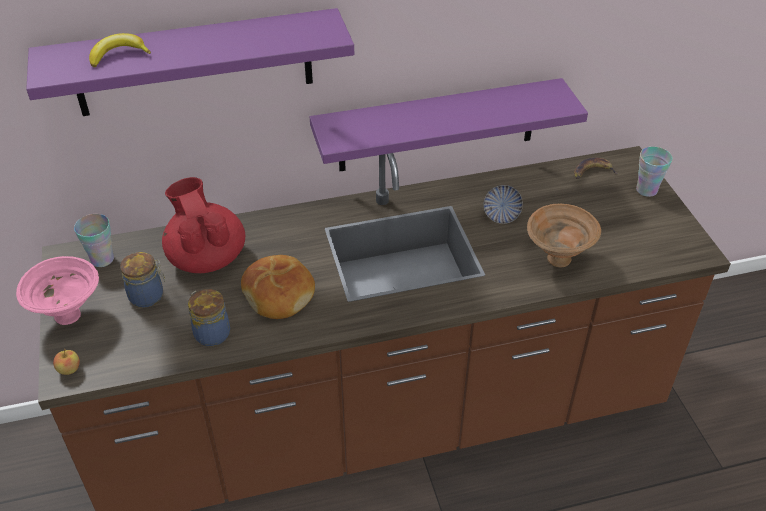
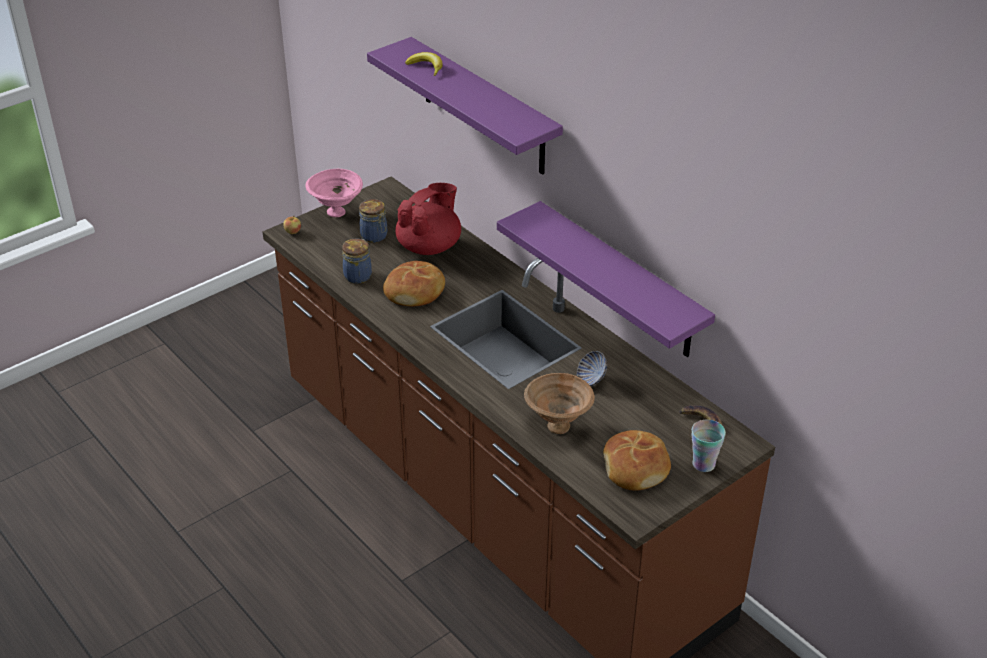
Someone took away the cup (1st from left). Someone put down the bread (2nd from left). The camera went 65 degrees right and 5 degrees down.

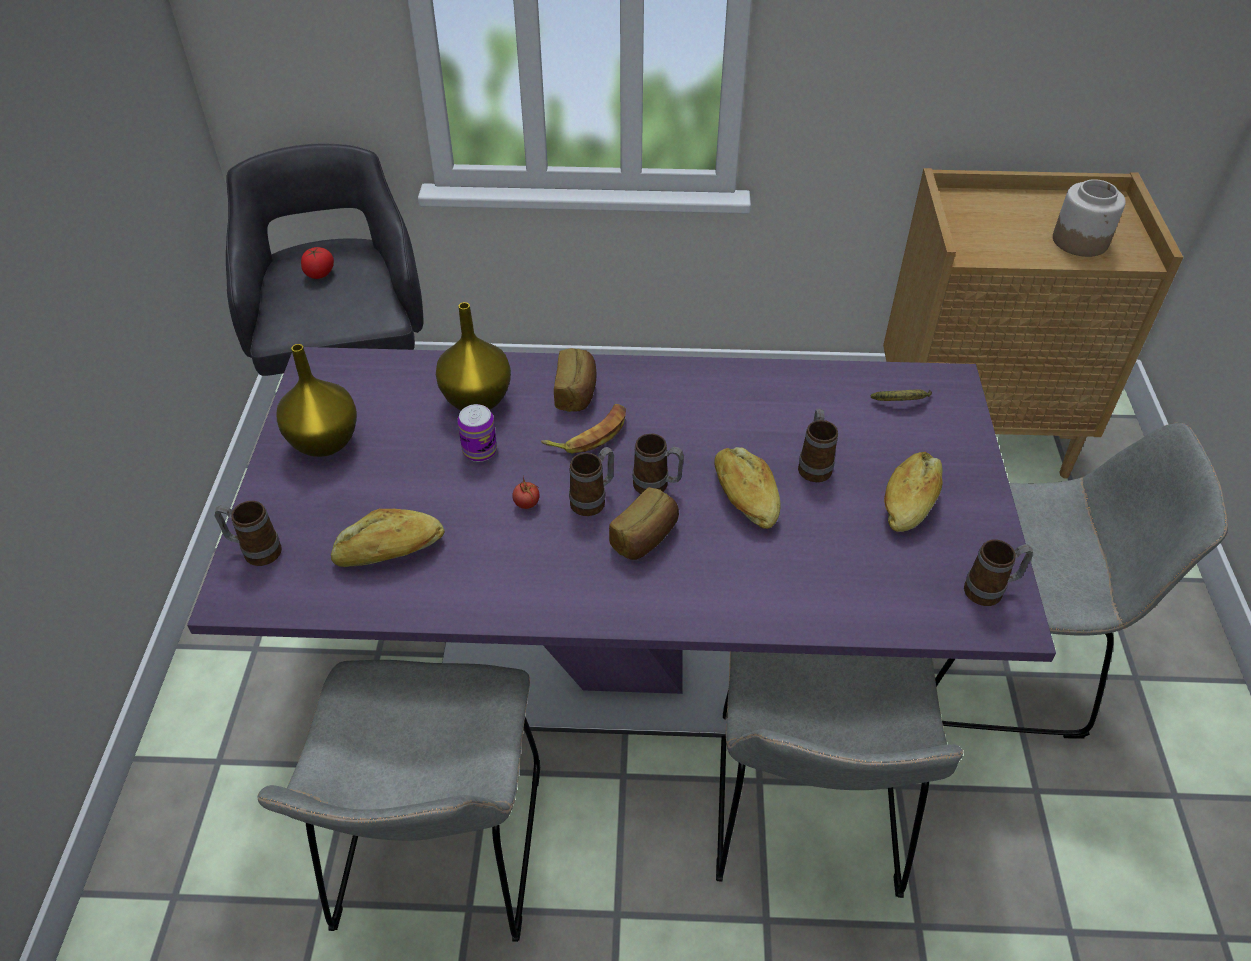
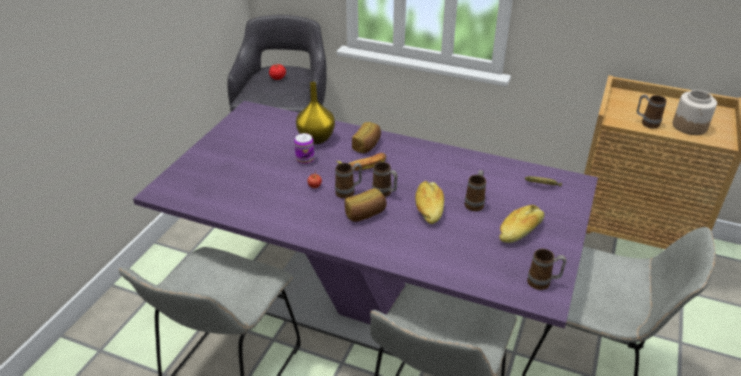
Someone took away the vase (yellow) (1st from left). Someone took away the bread (1st from left). Someone carried the mug (1st from left in the first image). The camera went 20 degrees right and 10 degrees down.

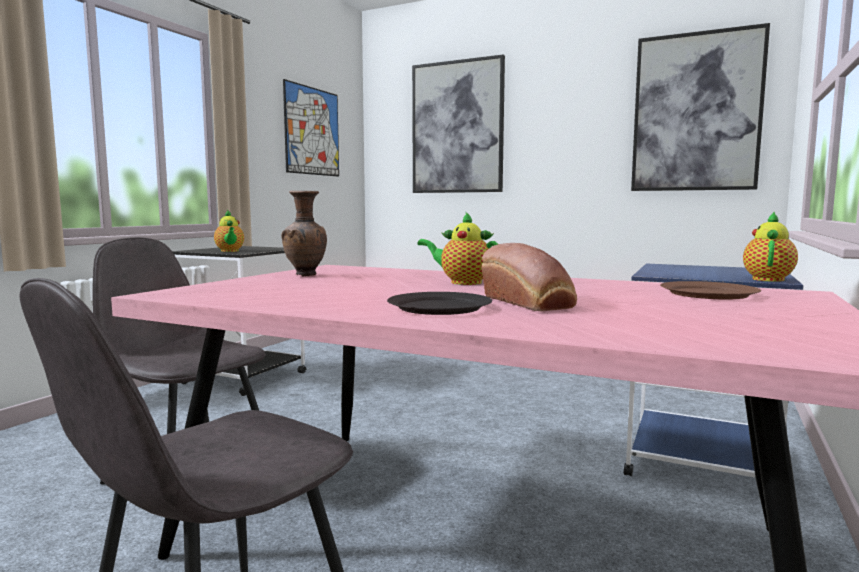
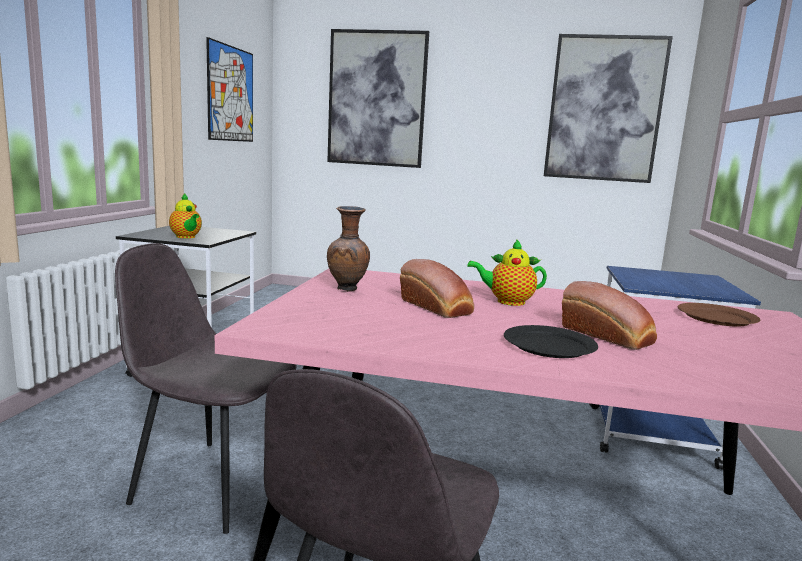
Someone took away the teapot (3rd from left). Someone put down the bread (1st from left). The camera went 15 degrees left and 5 degrees up.

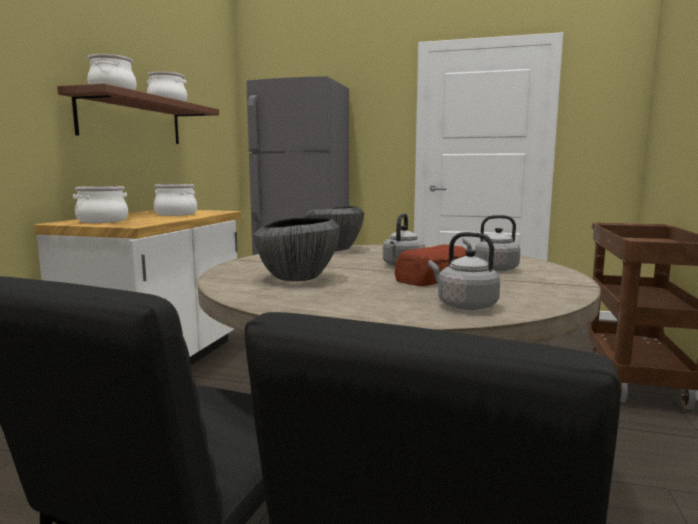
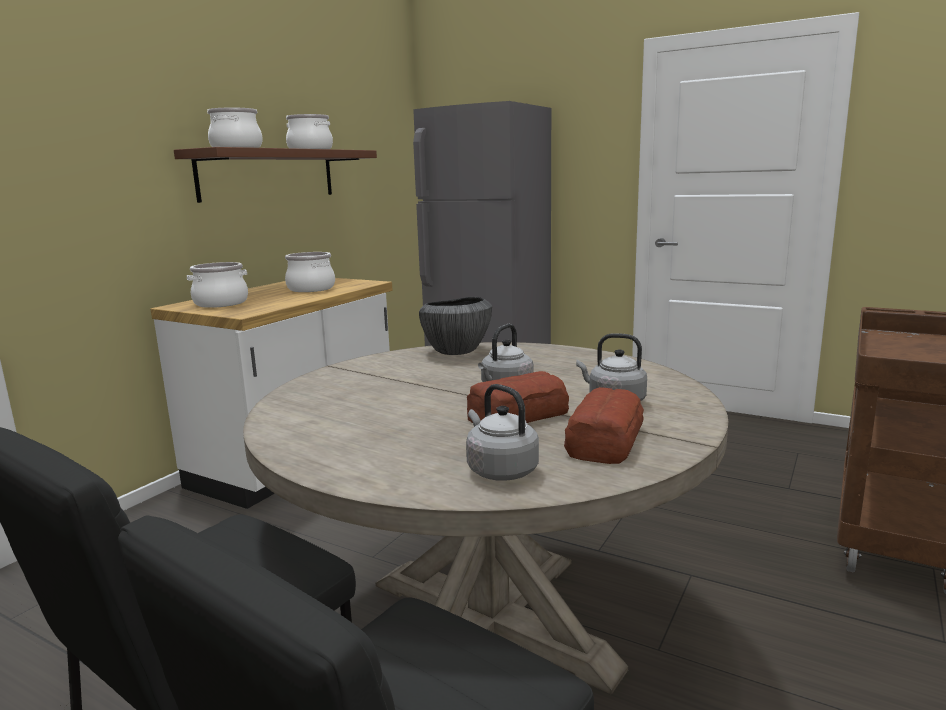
Someone took away the bowl (1st from left). Someone put down the bread (2nd from left). The camera went 15 degrees right and 5 degrees up.

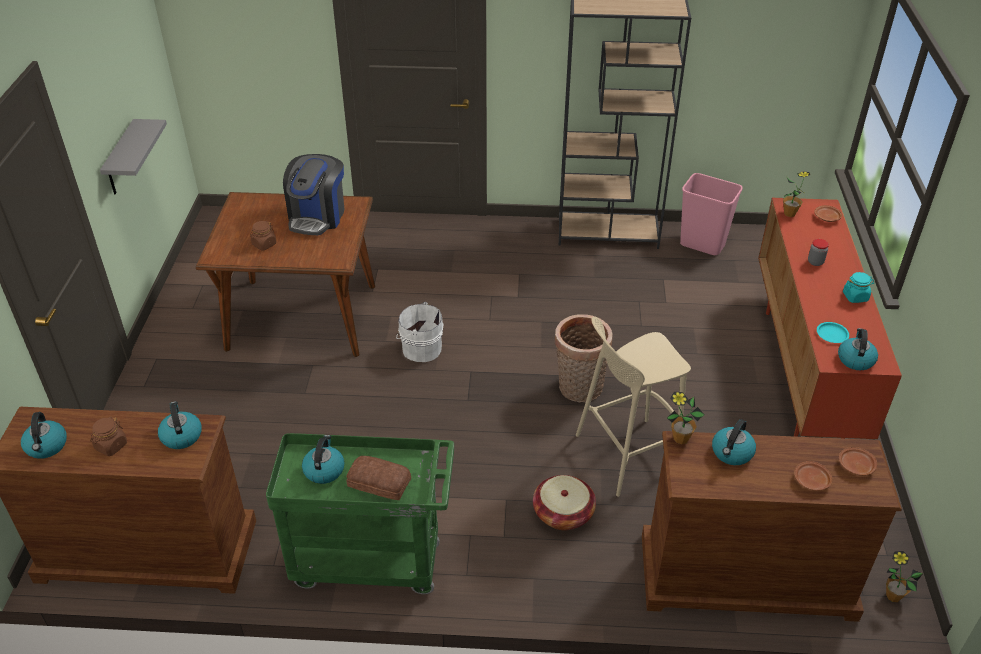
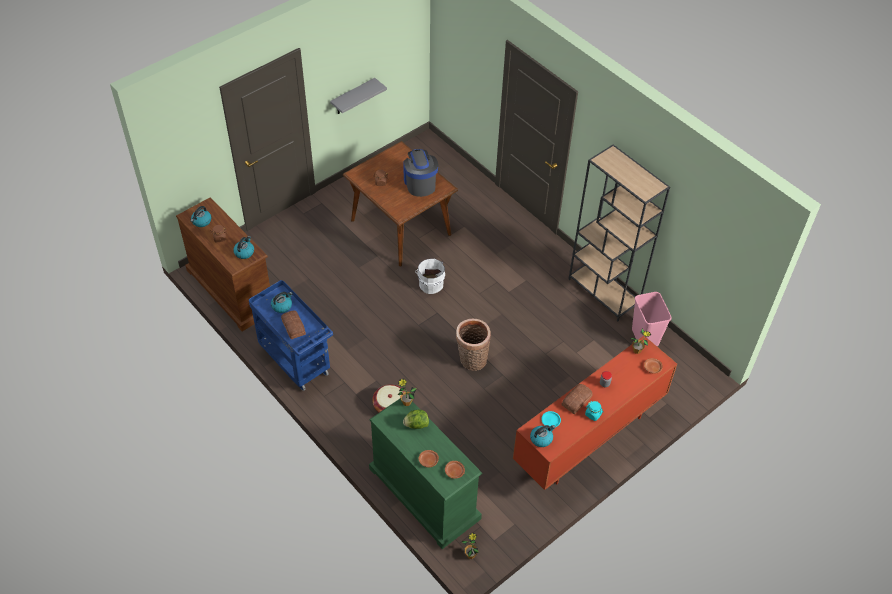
Someone took away the stool (beige). Someone put down the bread (2nd from left). Someone swapped the kettle (4th from left) for the lettuce. Someone repainted the cart (green), which became the cart (blue). Someone repainted the dresser (brown) (2nd from left), which became the dresser (green). Someone rotated the coffee machine by 105 degrees clockwise. The camera went 45 degrees right and 10 degrees up.

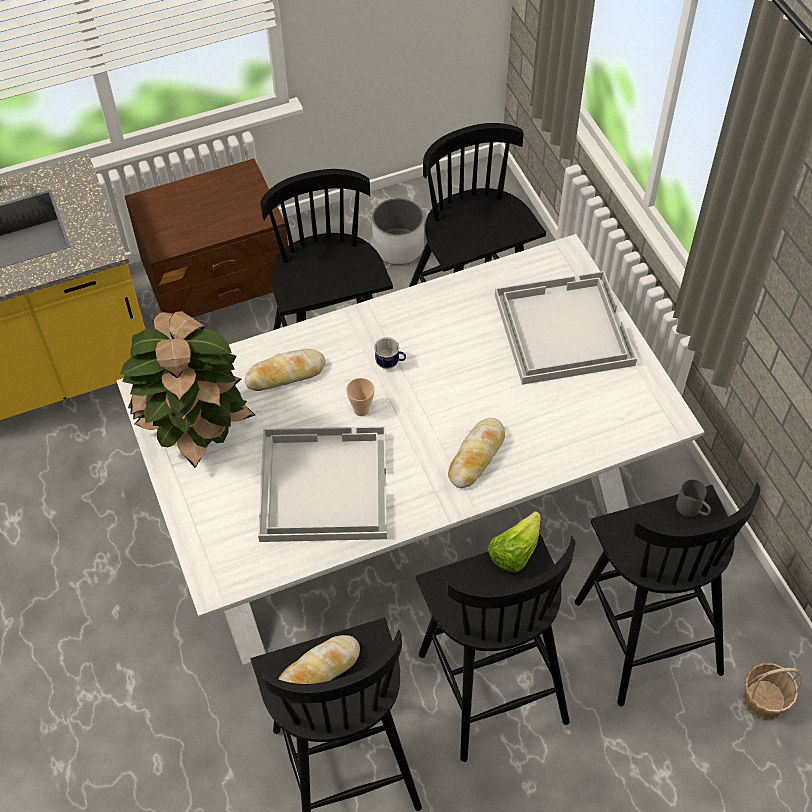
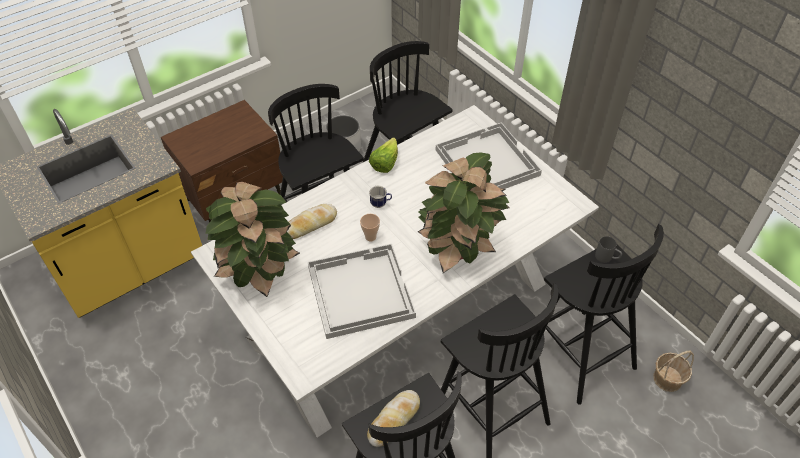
Someone carried the lettuce. Someone swapped the bread (3rd from left) for the potted plant (2nd from left). The camera went 15 degrees left and 5 degrees down.

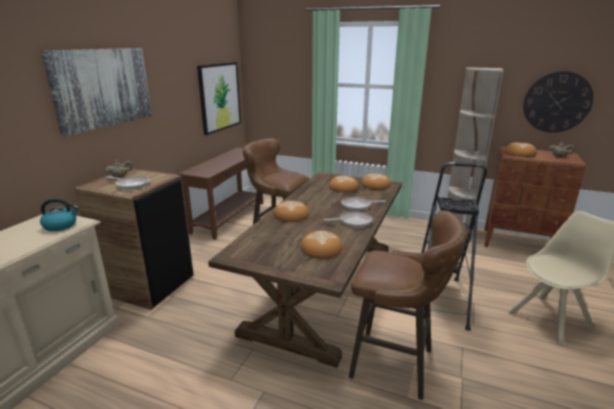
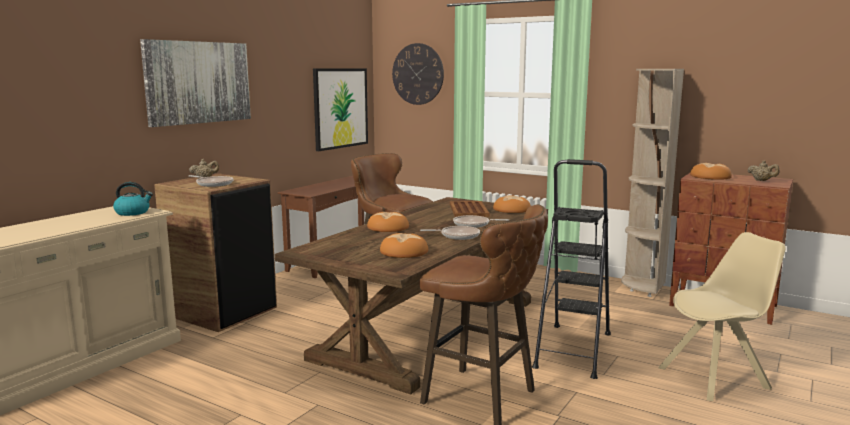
Someone carried the wall clock. Someone swapped the bread (3rd from left) for the tray (brown). The camera went 10 degrees right and 10 degrees down.

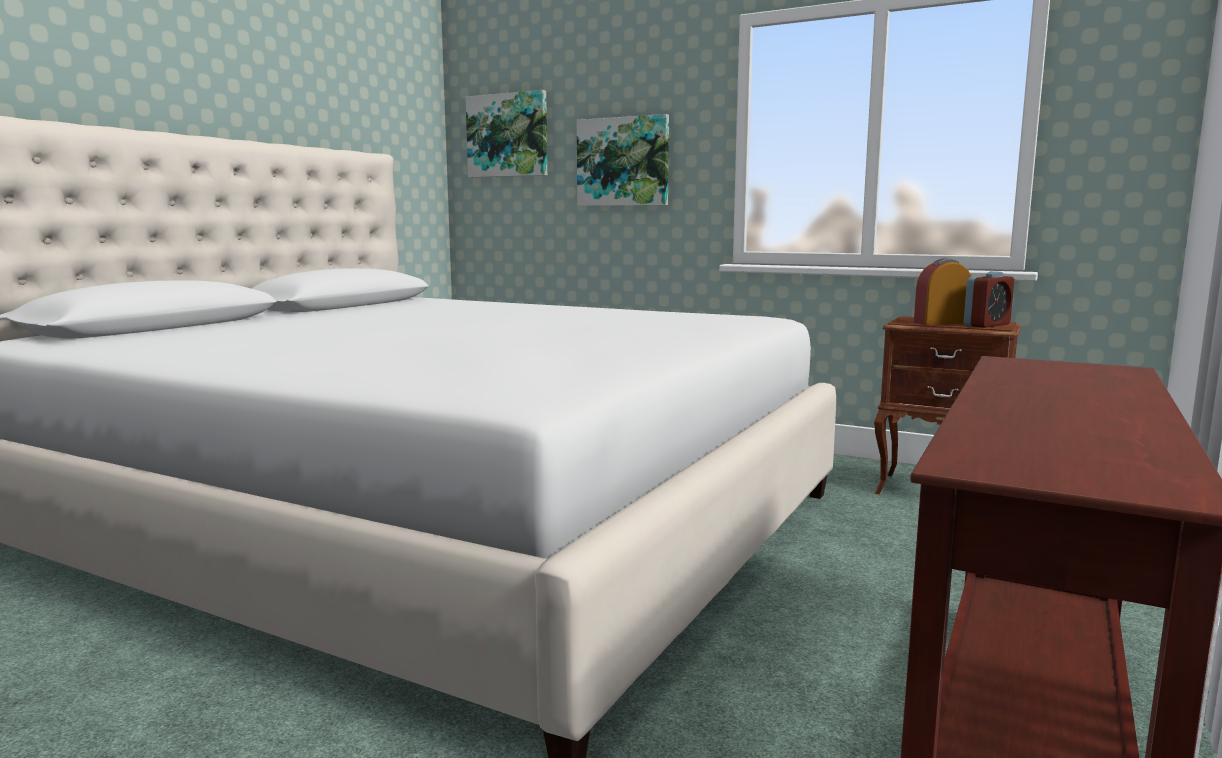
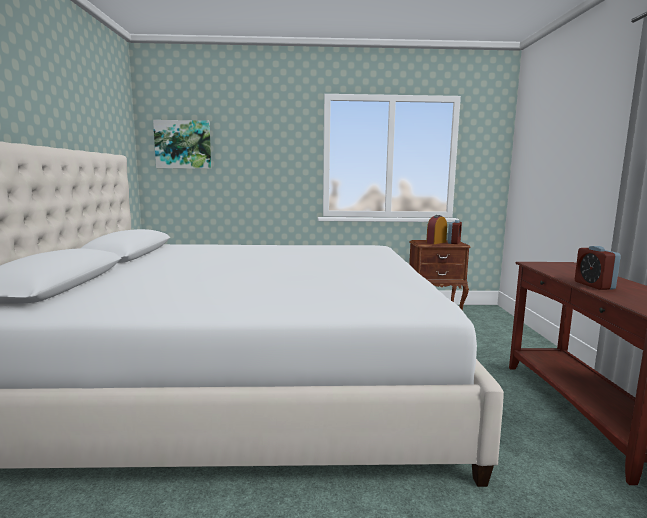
Someone took away the picture (2nd from left). Someone put down the alarm clock (3rd from left). The camera went 30 degrees left and 0 degrees up.

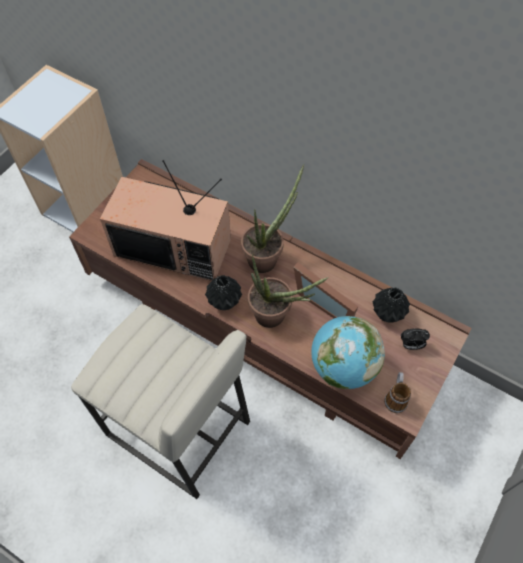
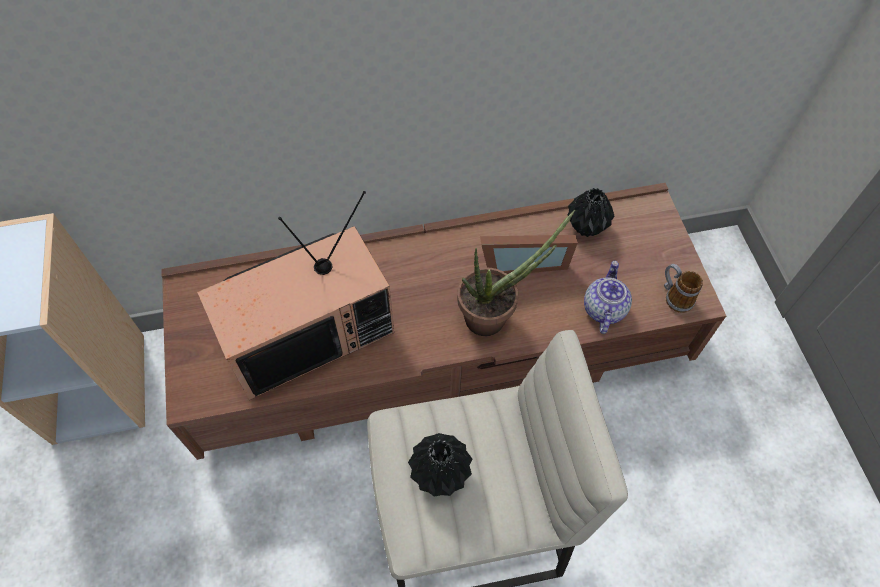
Someone took away the potted plant (1st from left). Someone took away the alarm clock. Someone carried the vase (black) (1st from left). Someone swapped the globe for the teapot. The camera went 45 degrees left and 0 degrees up.

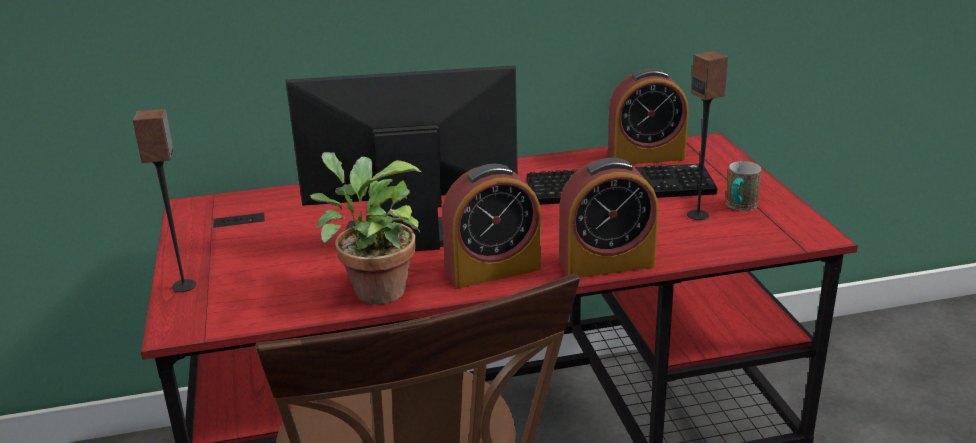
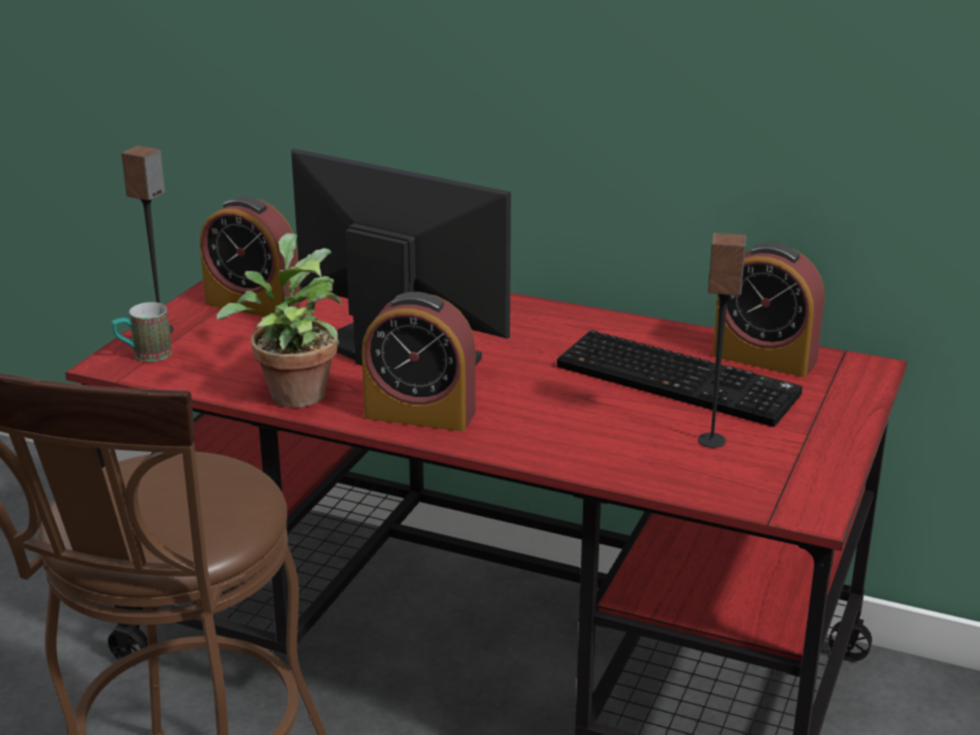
Someone carried the alarm clock (2nd from left in the first image). Someone carried the mug. The camera went 35 degrees right and 0 degrees up.

